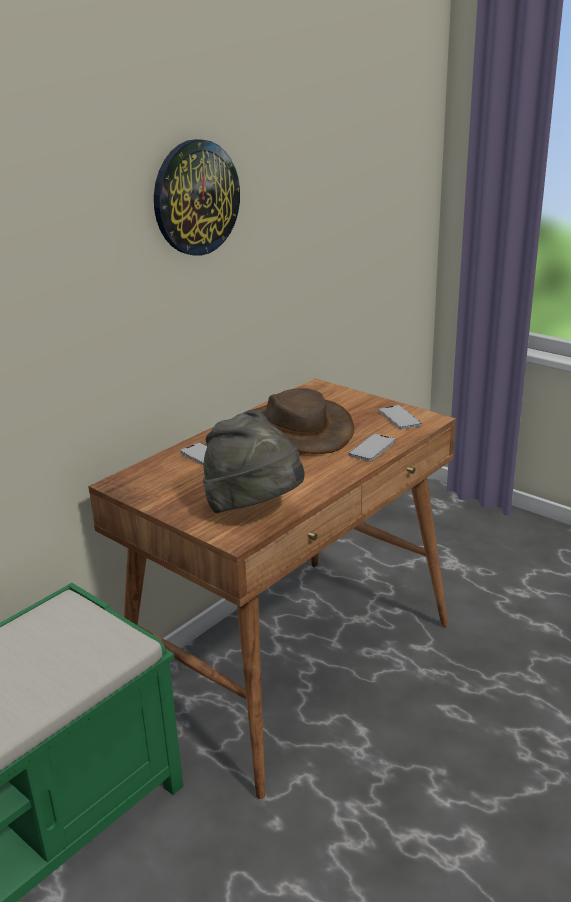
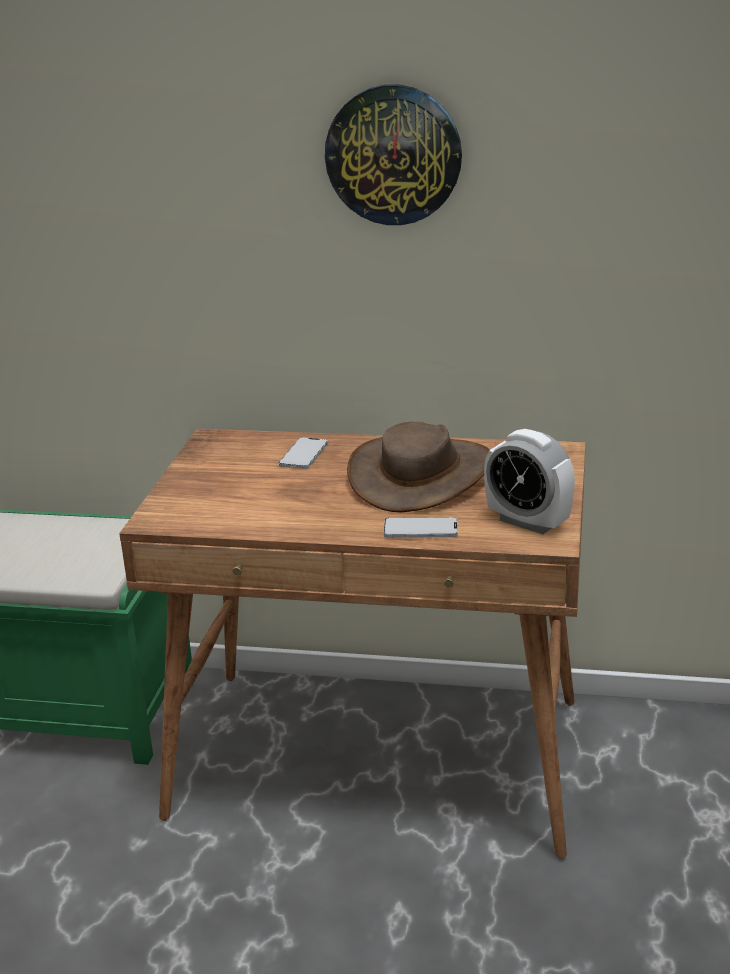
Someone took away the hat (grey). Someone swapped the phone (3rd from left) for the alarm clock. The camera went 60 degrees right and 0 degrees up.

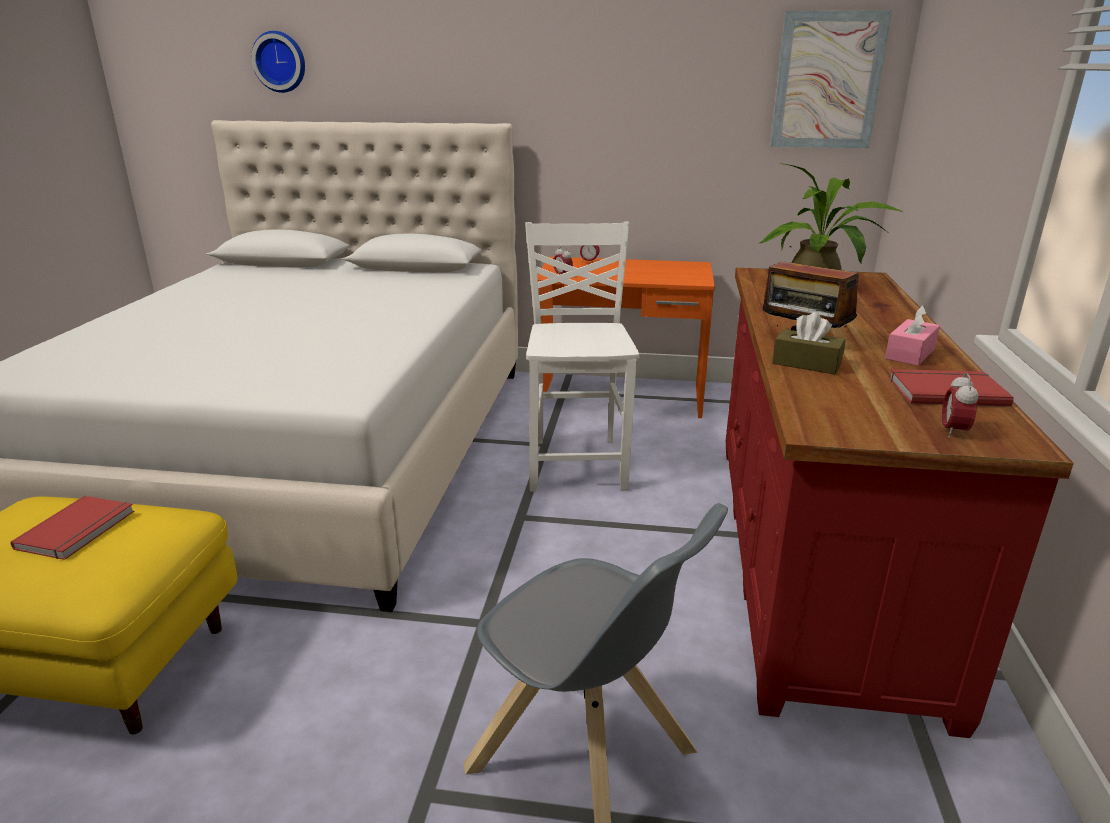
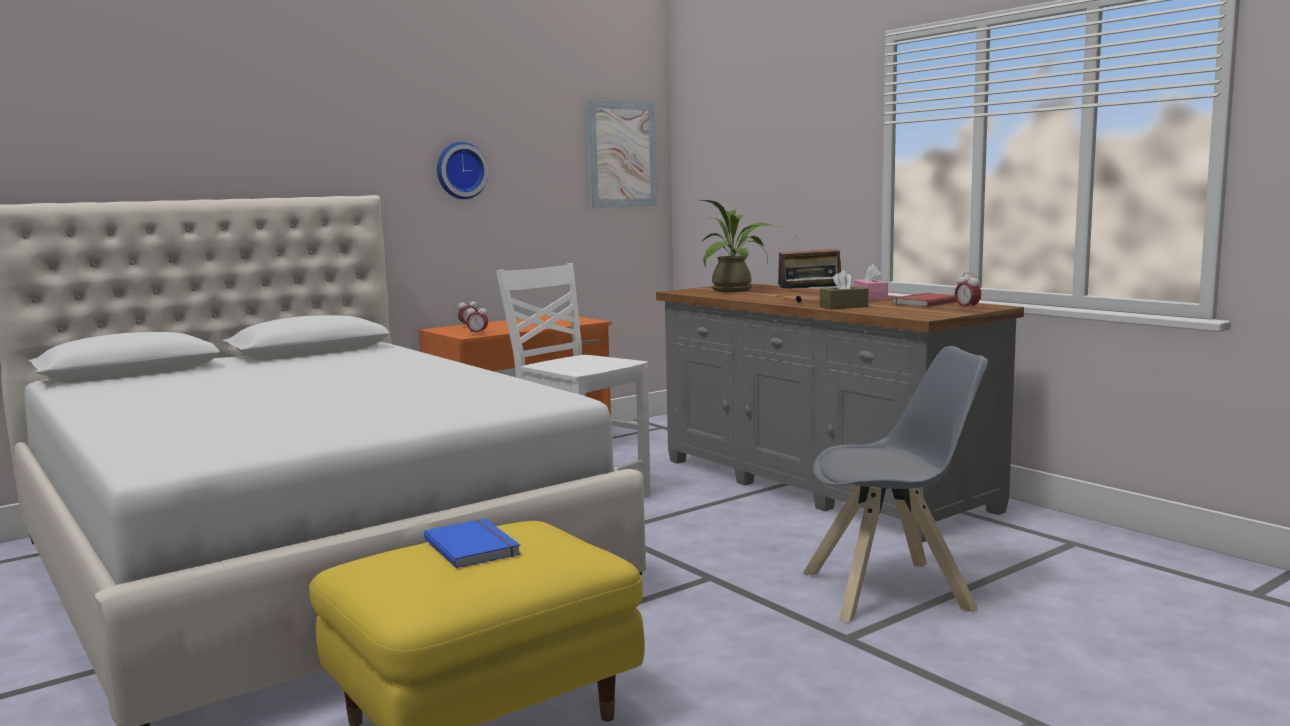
Someone carried the wall clock. Someone repainted the book (red) (1st from left), which became the book (blue). Someone repainted the dresser (red), which became the dresser (grey). The camera went 45 degrees left and 15 degrees down.

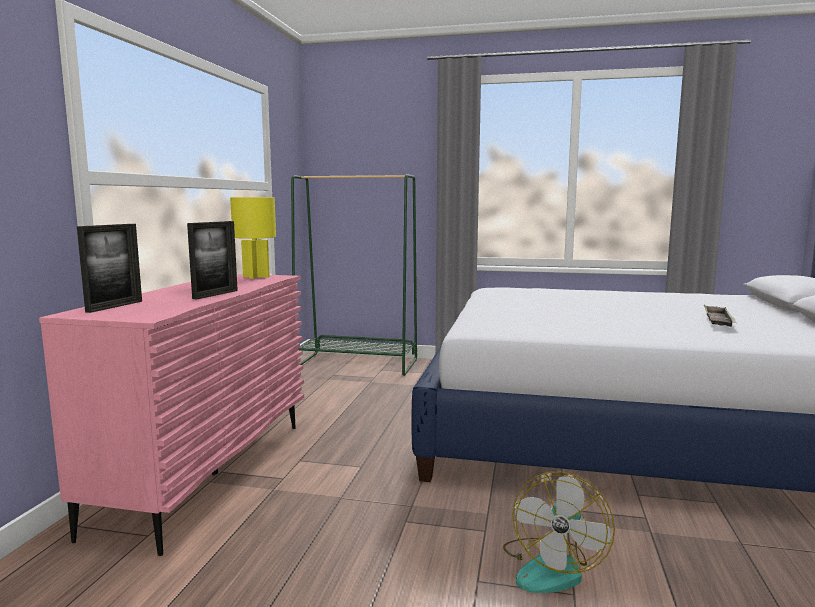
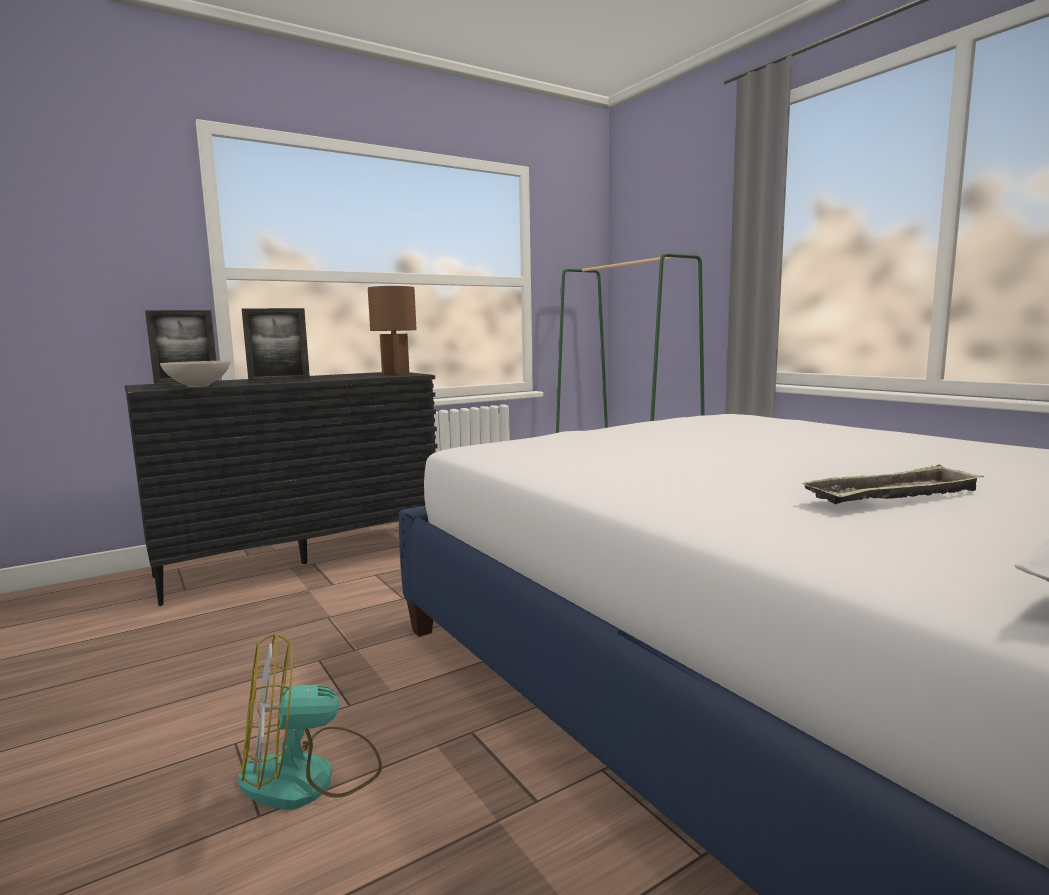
Someone put down the bowl (white). Someone repainted the dresser (pink), which became the dresser (black). Someone repainted the table lamp (yellow), which became the table lamp (brown). The camera went 45 degrees right and 0 degrees up.

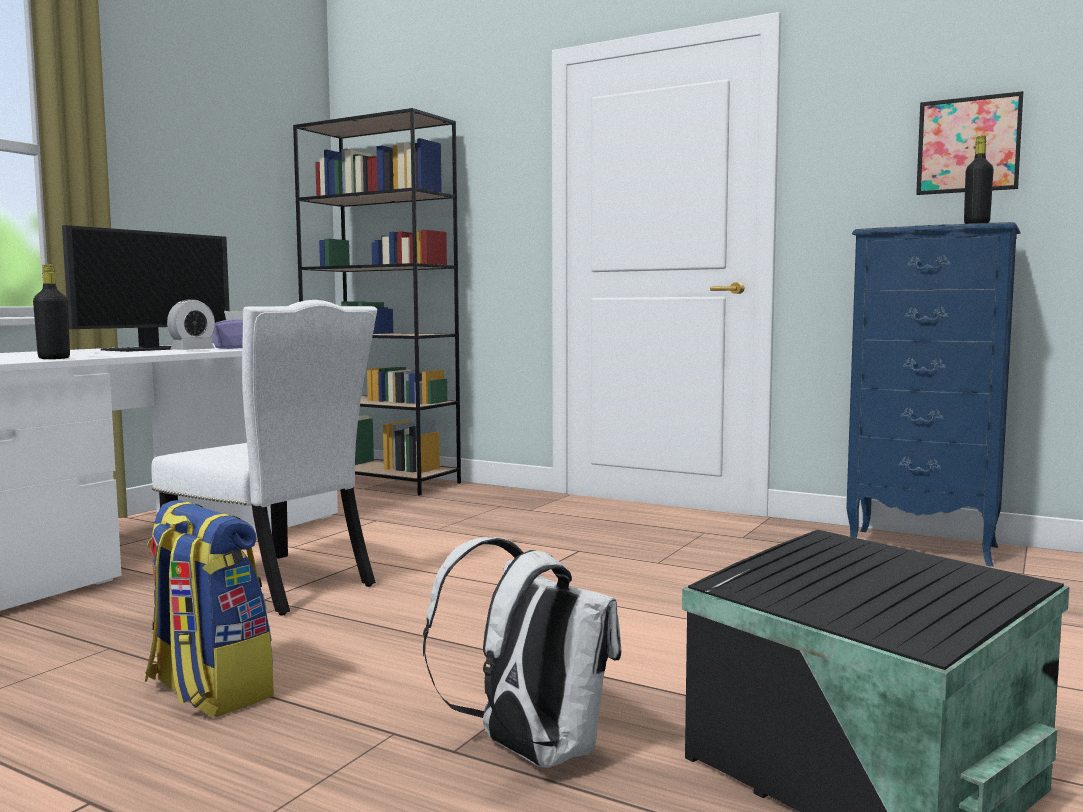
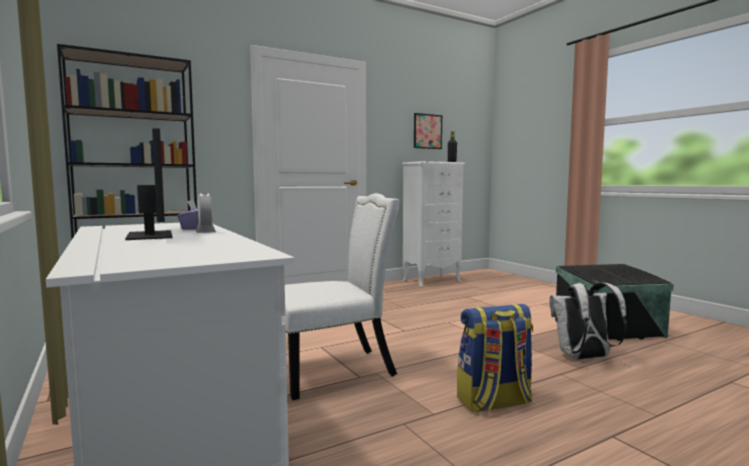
Someone took away the bottle (black) (1st from left). Someone repainted the dresser (blue), which became the dresser (white). The camera went 60 degrees left and 0 degrees up.

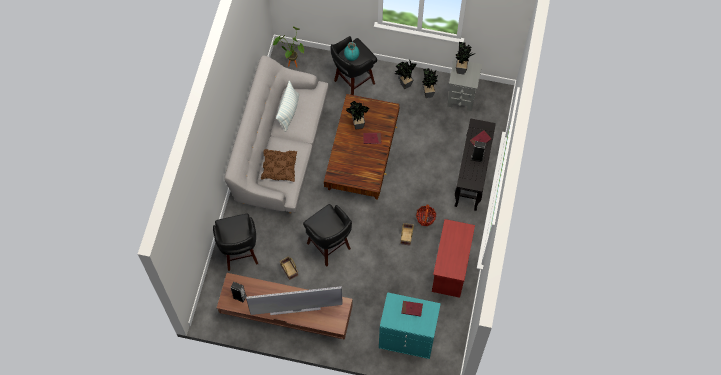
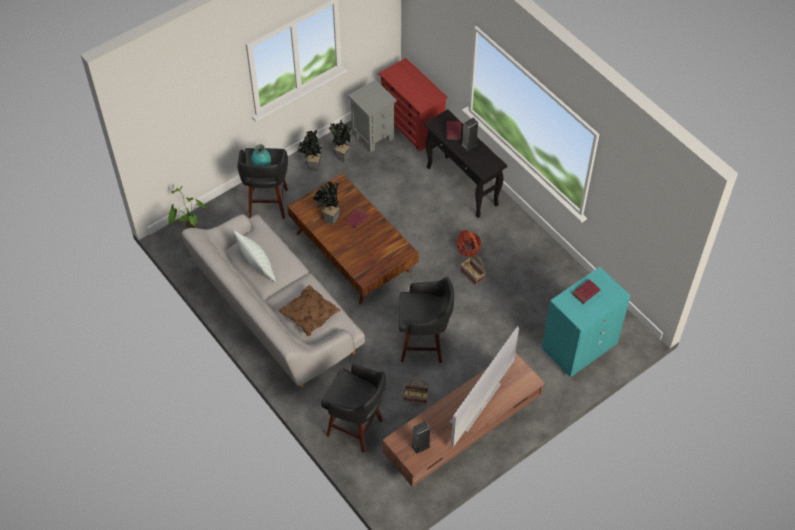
Someone took away the potted plant (5th from left). Someone carried the dresser (red). The camera went 50 degrees left and 10 degrees down.

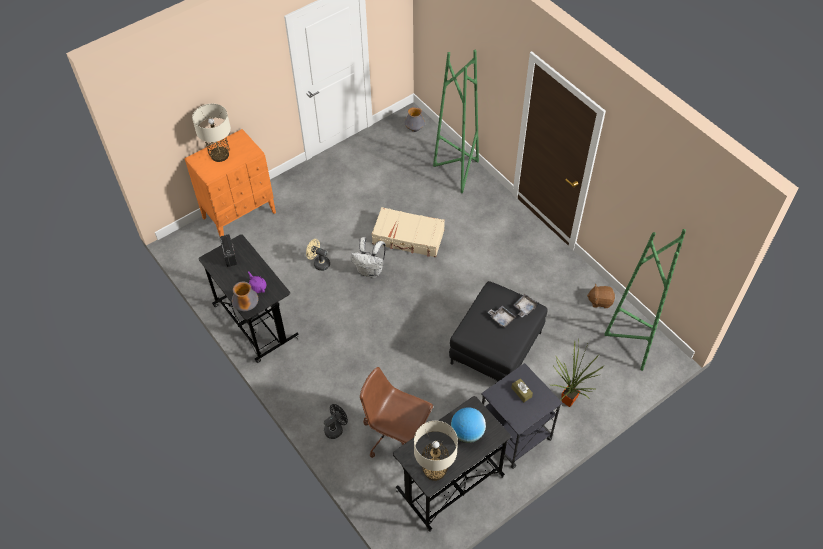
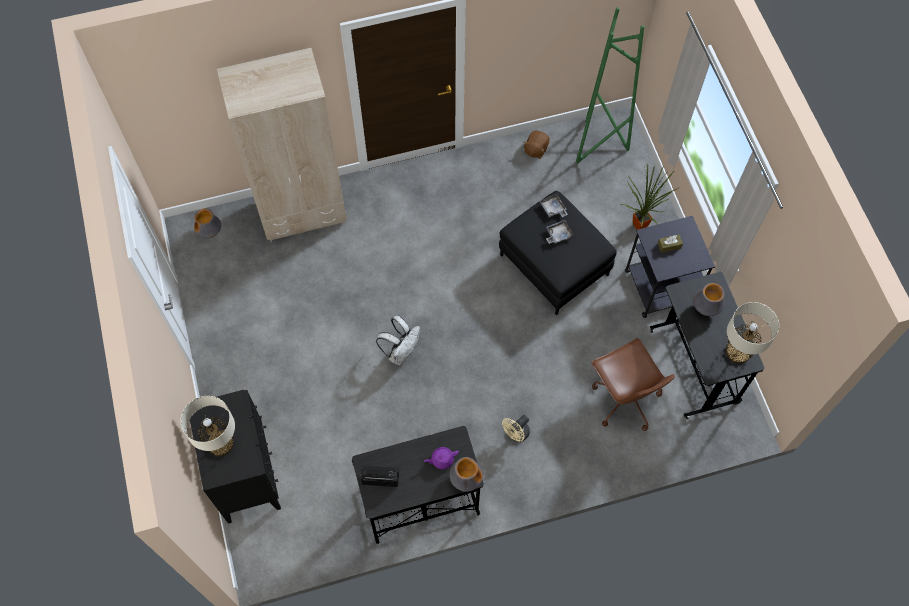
Someone took away the fan (black). Someone took away the suitcase (beige). Someone carried the fan (beige). Someone swapped the clothes rack (green) (1st from left) for the wardrobe (beige). Someone swapped the globe for the vase (3rd from left). Someone repainted the dresser (orange), which became the dresser (black). Someone rotated the office chair (brown) by 75 degrees counterclockwise. The camera went 70 degrees left and 10 degrees up.

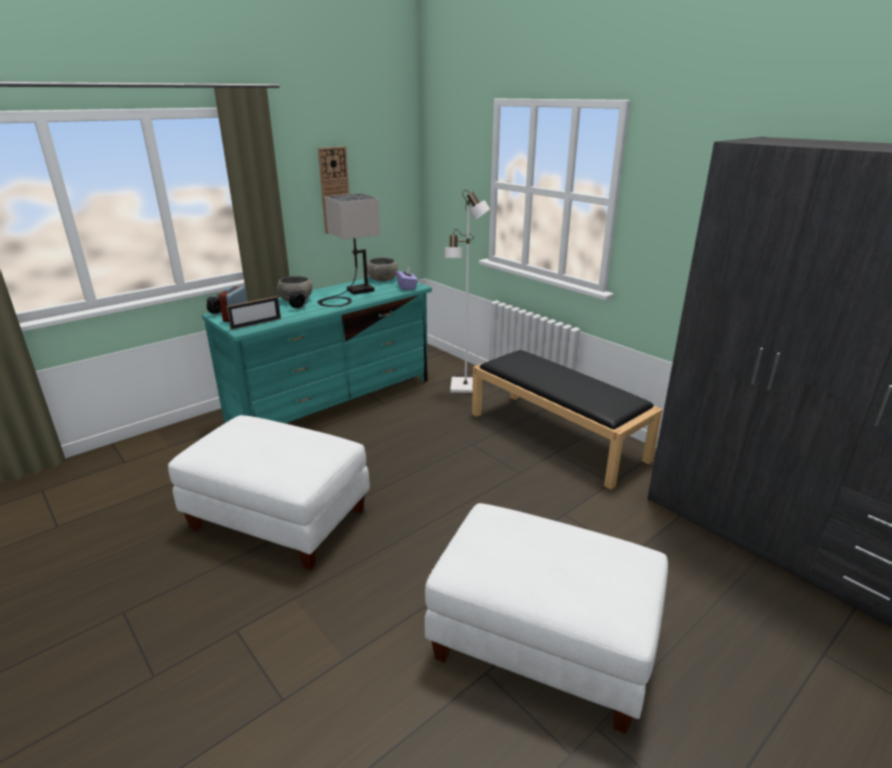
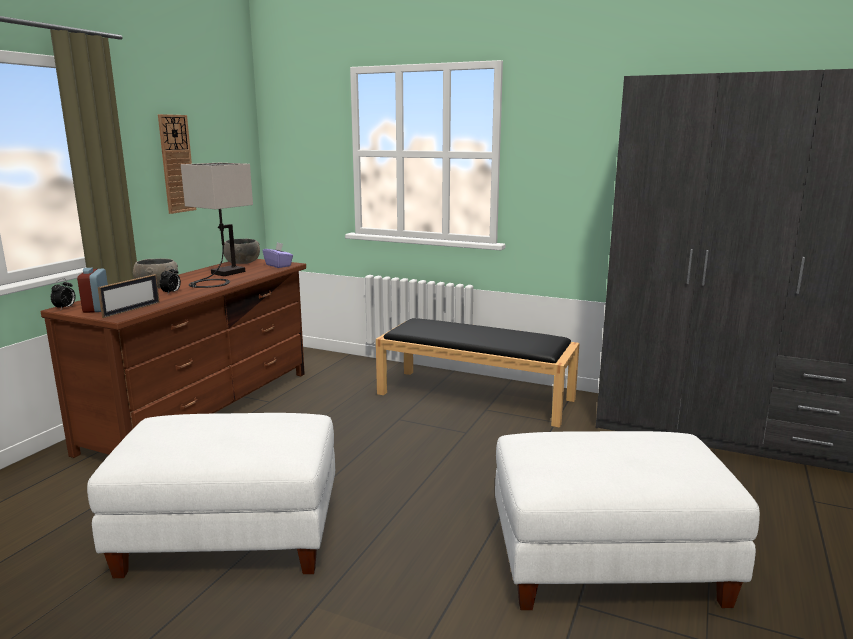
Someone took away the floor lamp (white). Someone repainted the dresser (turquoise), which became the dresser (brown). The camera went 25 degrees left and 10 degrees down.

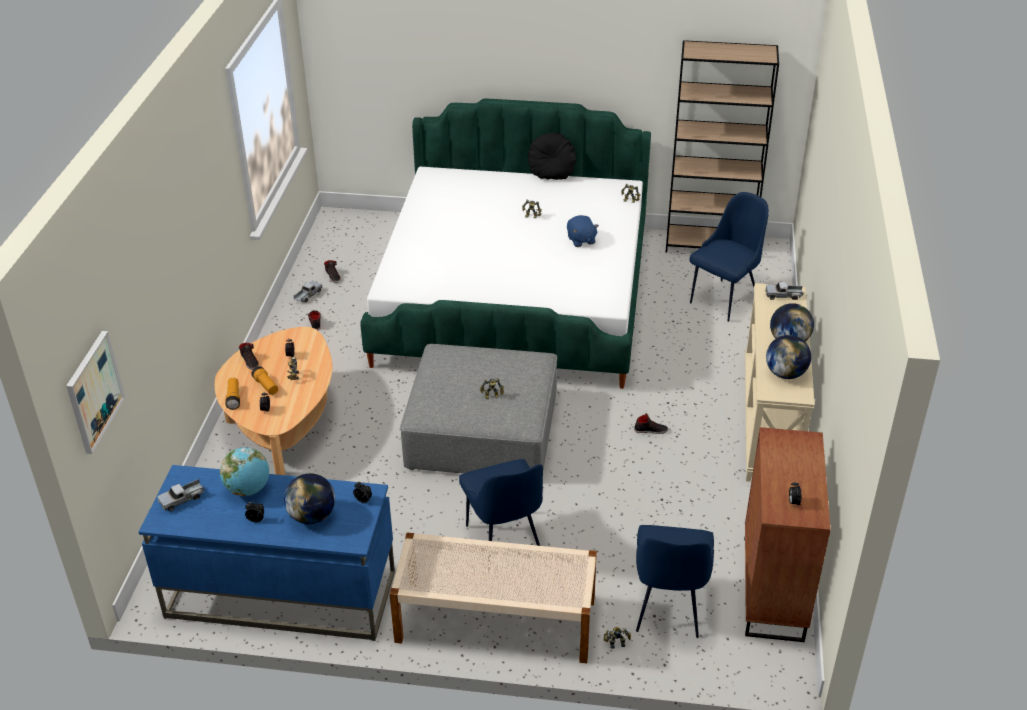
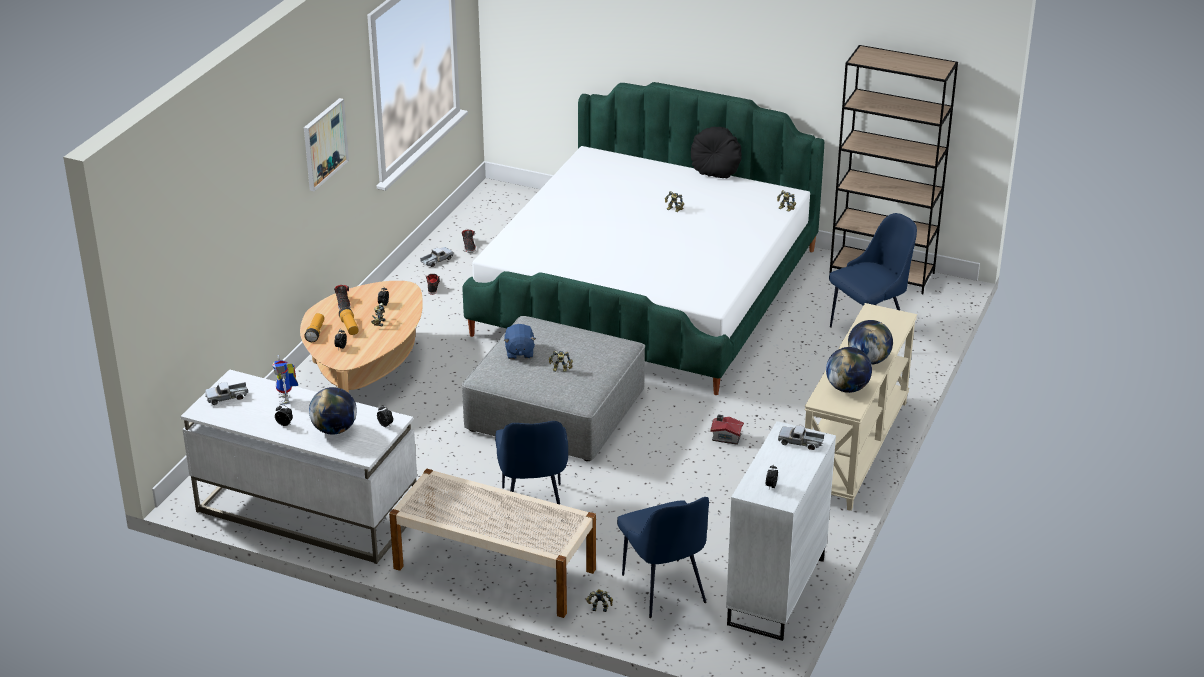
Someone carried the picture. Someone carried the plush toy (blue). Someone carried the toy truck (3rd from left). Someone swapped the globe (1st from left) for the toy robot (1st from left). Someone swapped the shoe (black) (4th from left) for the toy house. Someone repainted the desk (blue), which became the desk (white). Someone repainted the dresser (brown), which became the dresser (white). Someone rotated the chair (blue) (2nd from left) by 45 degrees counterclockwise. The camera went 15 degrees right and 5 degrees down.

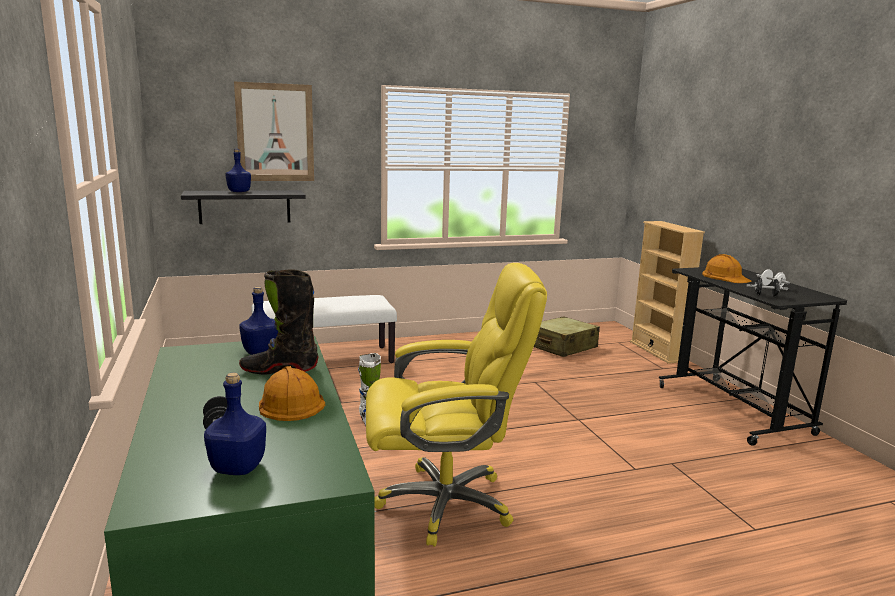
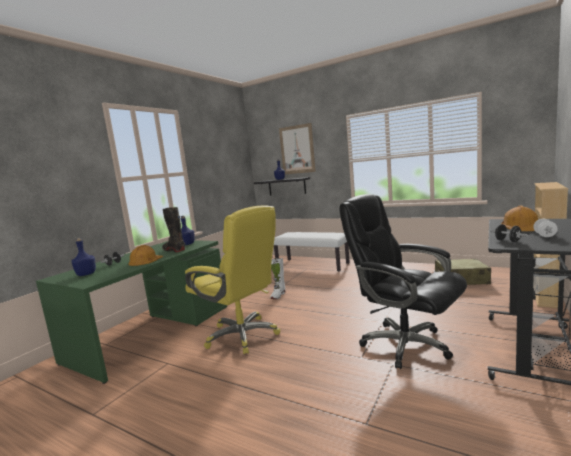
Someone put down the office chair (black). The camera went 50 degrees right and 5 degrees down.

